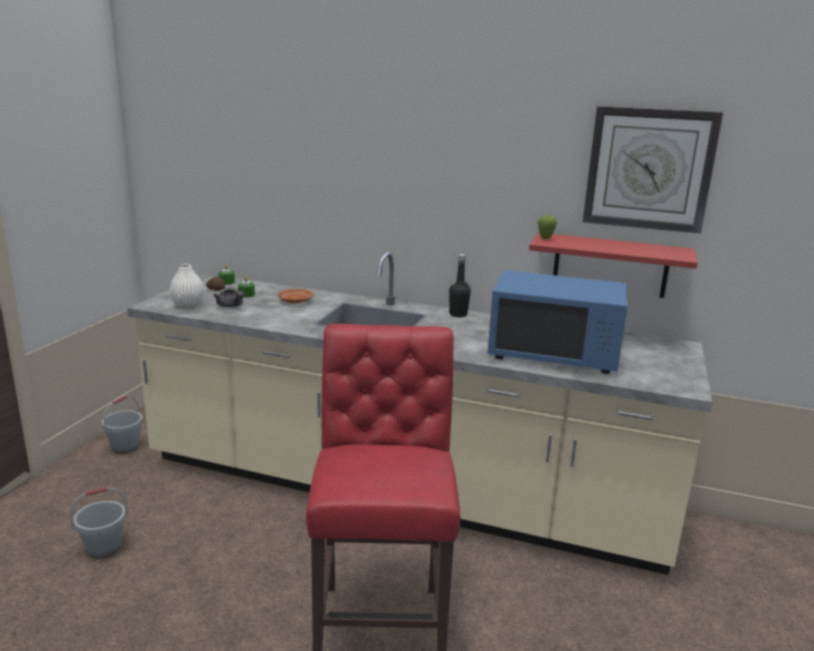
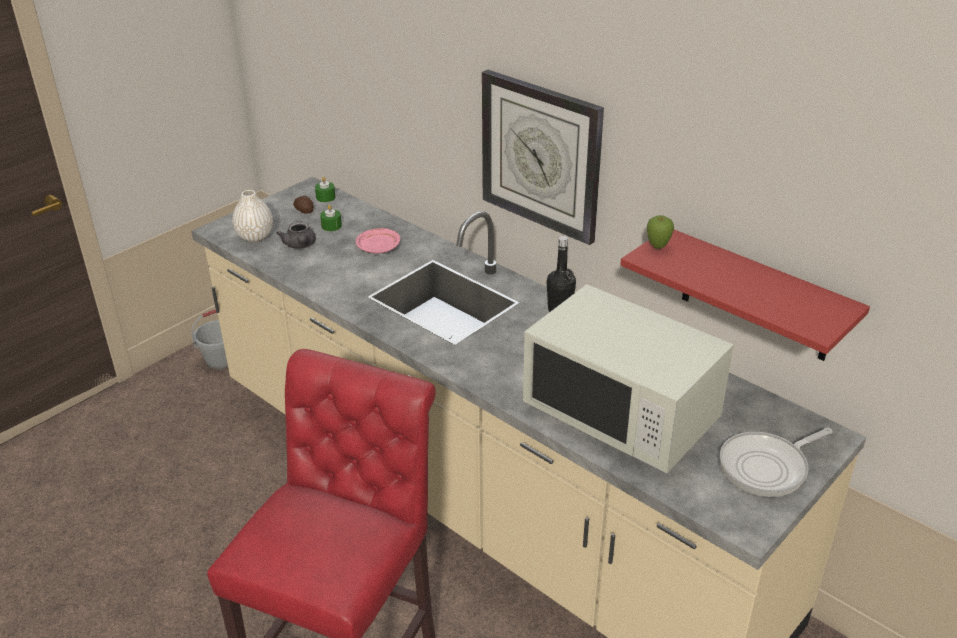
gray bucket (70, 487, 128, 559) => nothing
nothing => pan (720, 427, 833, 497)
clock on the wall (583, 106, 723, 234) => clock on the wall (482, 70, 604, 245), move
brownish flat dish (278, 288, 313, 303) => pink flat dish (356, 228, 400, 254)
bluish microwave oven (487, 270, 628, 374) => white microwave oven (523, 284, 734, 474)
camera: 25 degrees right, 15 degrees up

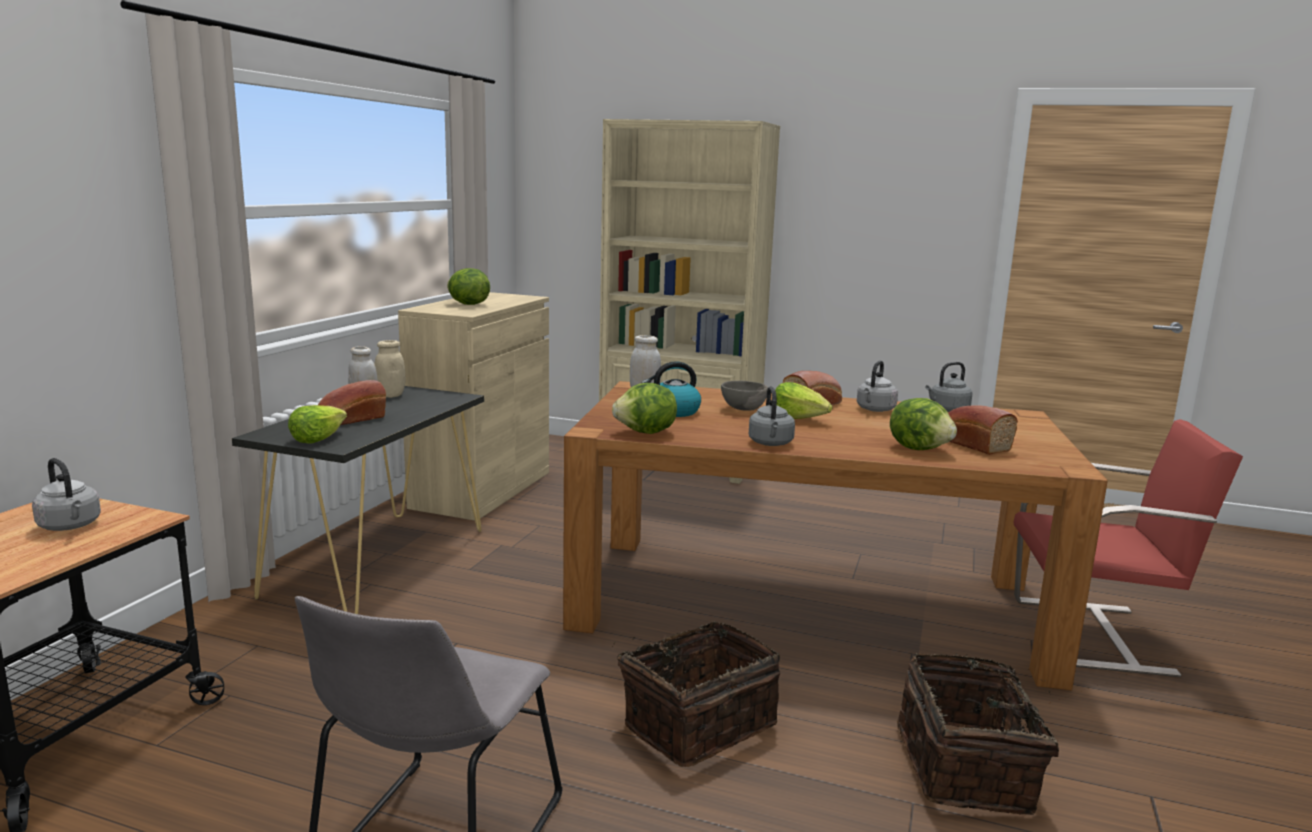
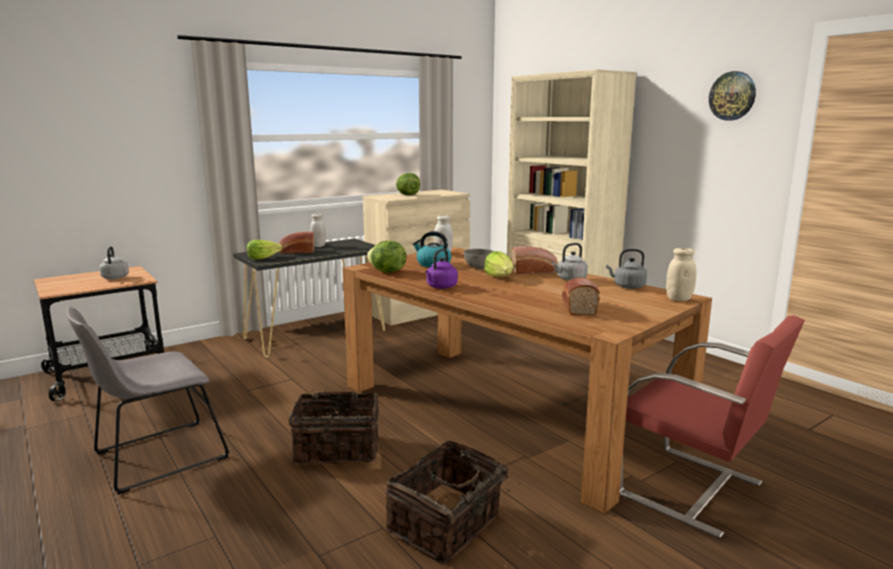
lettuce (890, 398, 957, 450) => nothing
nothing => clock on the wall (709, 71, 756, 121)
beige-coloured jar (375, 340, 405, 398) => beige-coloured jar (666, 248, 696, 301), move
gray water kettle (749, 386, 795, 446) => purple water kettle (425, 248, 458, 289)
camera: 35 degrees right, 0 degrees up

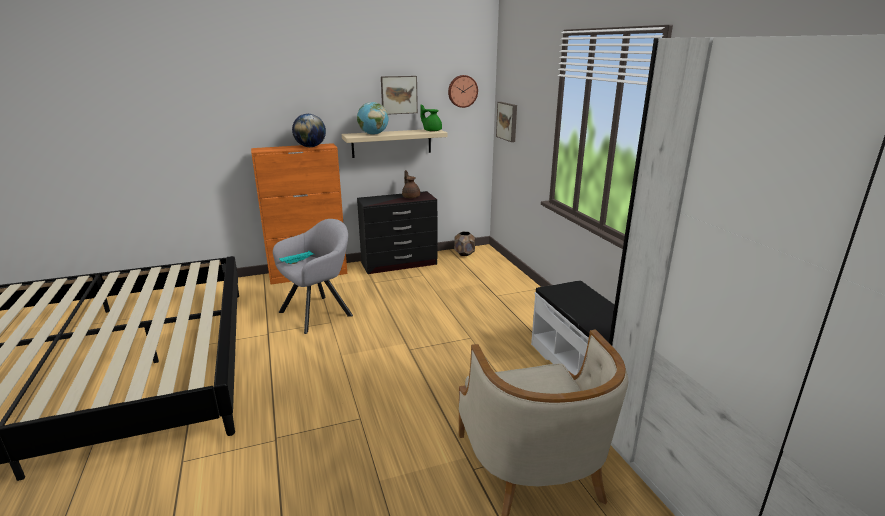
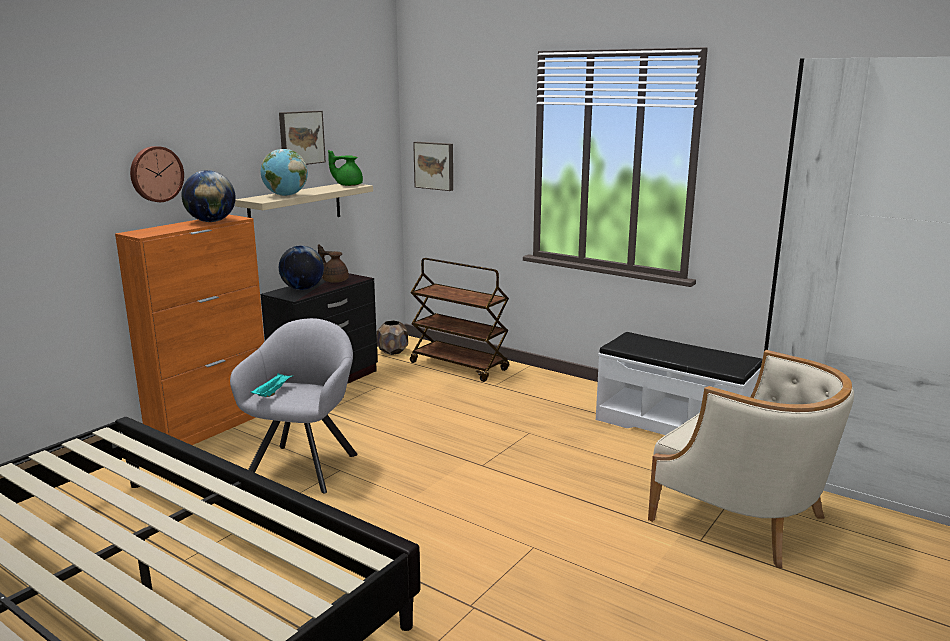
nothing => world globe (279, 245, 324, 290)
nothing => brownish cart (410, 258, 509, 382)
clock on the wall (448, 75, 478, 108) => clock on the wall (130, 146, 184, 202), move
camera: 35 degrees left, 5 degrees down

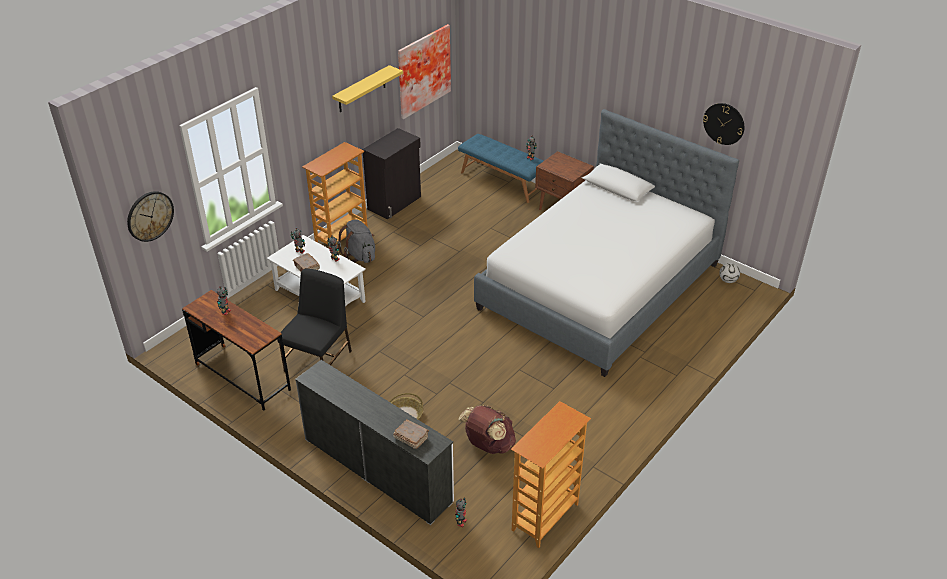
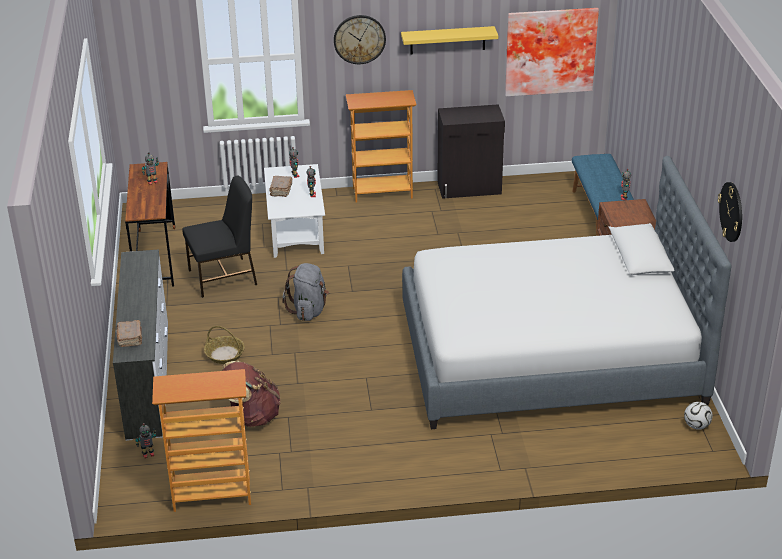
clock on the wall (127, 191, 174, 242) => clock on the wall (334, 15, 386, 64), move
gray backpack (337, 220, 375, 263) => gray backpack (282, 263, 329, 321), move
camera: 45 degrees right, 5 degrees down

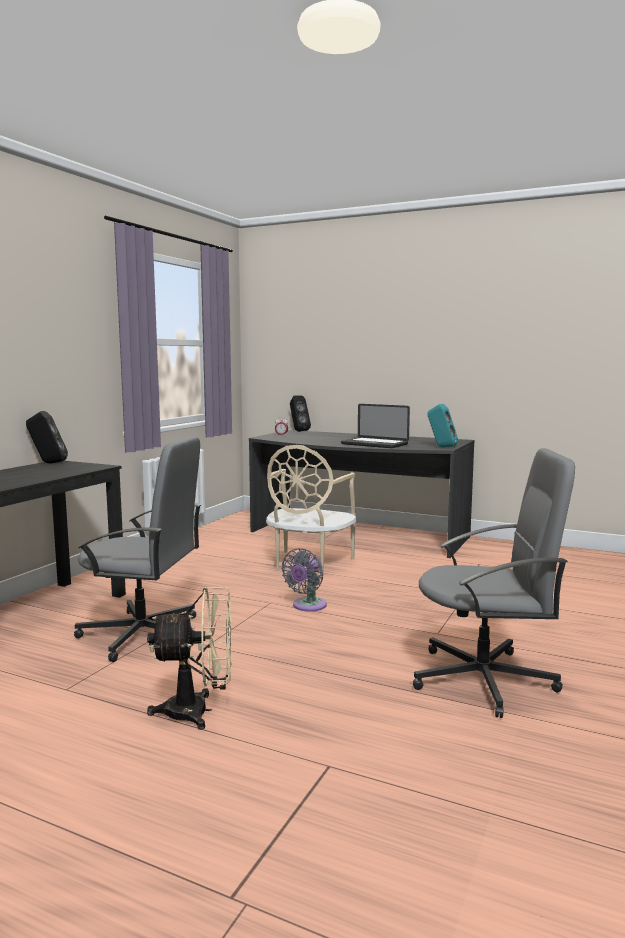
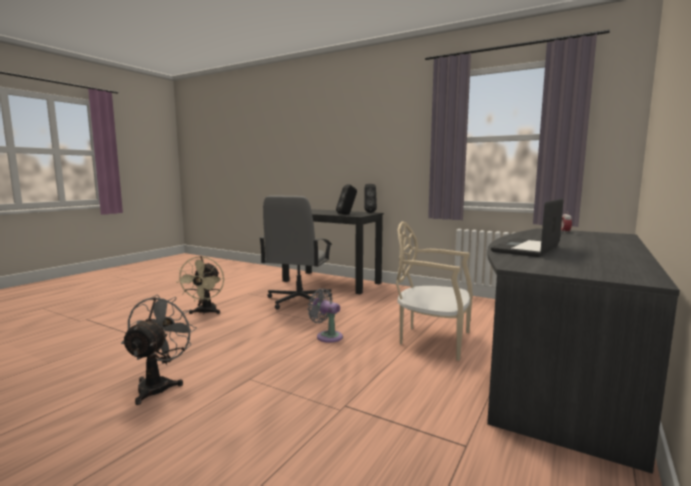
blue-green speaker (428, 404, 458, 447) => nothing
black-coloured speaker (290, 395, 311, 432) => black-coloured speaker (336, 184, 357, 215), move
gray computer chair (413, 448, 575, 718) => gray electric fan (121, 295, 197, 405)
camera: 95 degrees right, 0 degrees up

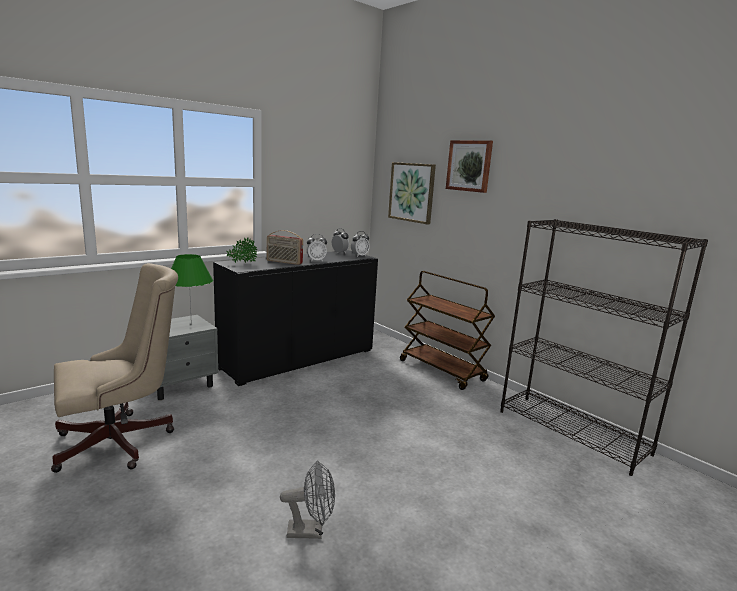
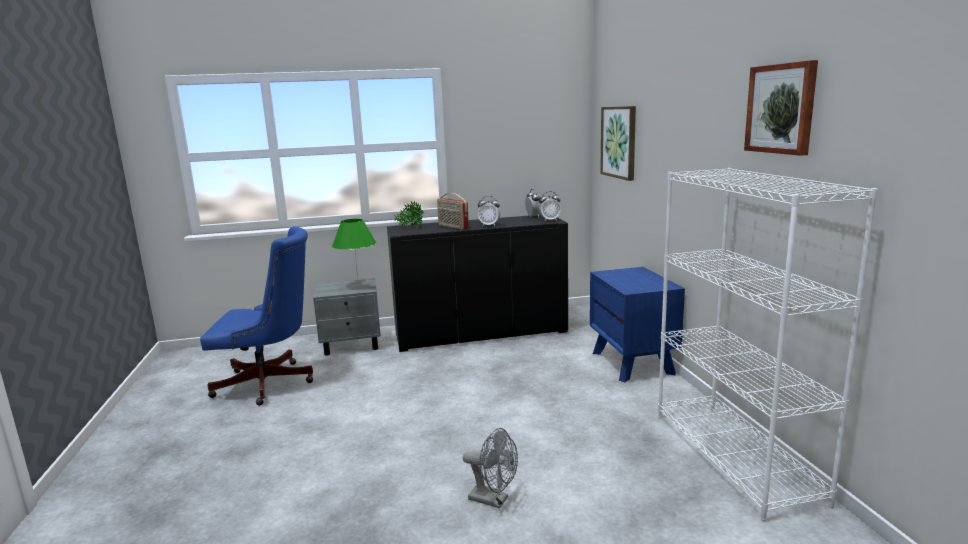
gray electric fan (280, 460, 335, 539) => gray electric fan (463, 428, 518, 508), move
wall art (446, 140, 493, 193) => wall art (744, 60, 818, 156), move
brownish cart (400, 271, 495, 390) => bluish night table (590, 267, 685, 382)
beige-coloured computer chair (51, 263, 178, 473) => bluish computer chair (200, 226, 313, 405)
black-coloured shelving unit (500, 219, 708, 476) => white shelving unit (658, 168, 878, 522)
camera: 30 degrees right, 0 degrees up

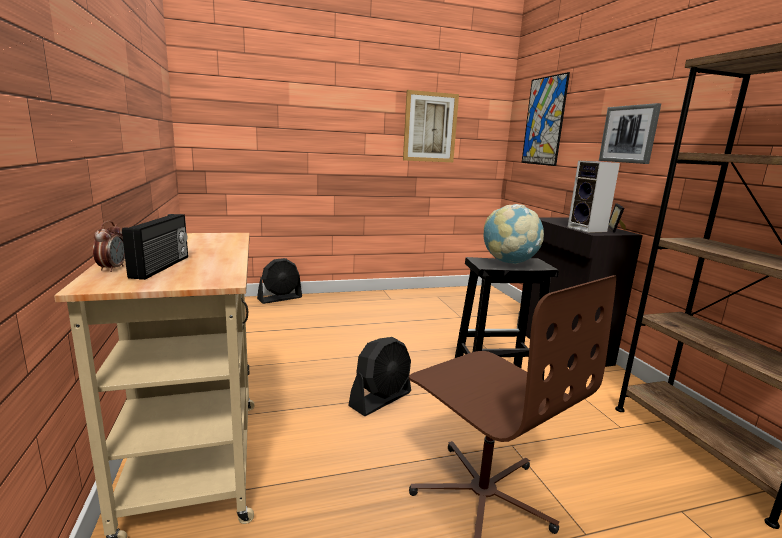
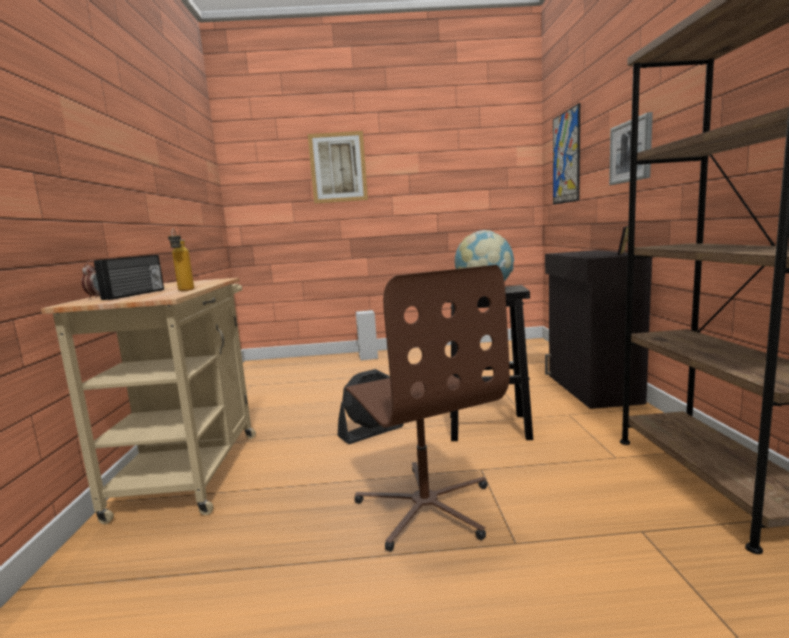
black-coloured electric fan (257, 258, 302, 304) => nothing
nothing => beverage bottle (168, 228, 194, 291)
wall art (403, 90, 459, 162) => wall art (308, 131, 368, 203), move
speaker (568, 161, 620, 233) => speaker (356, 310, 378, 361), move
camera: 15 degrees right, 5 degrees down

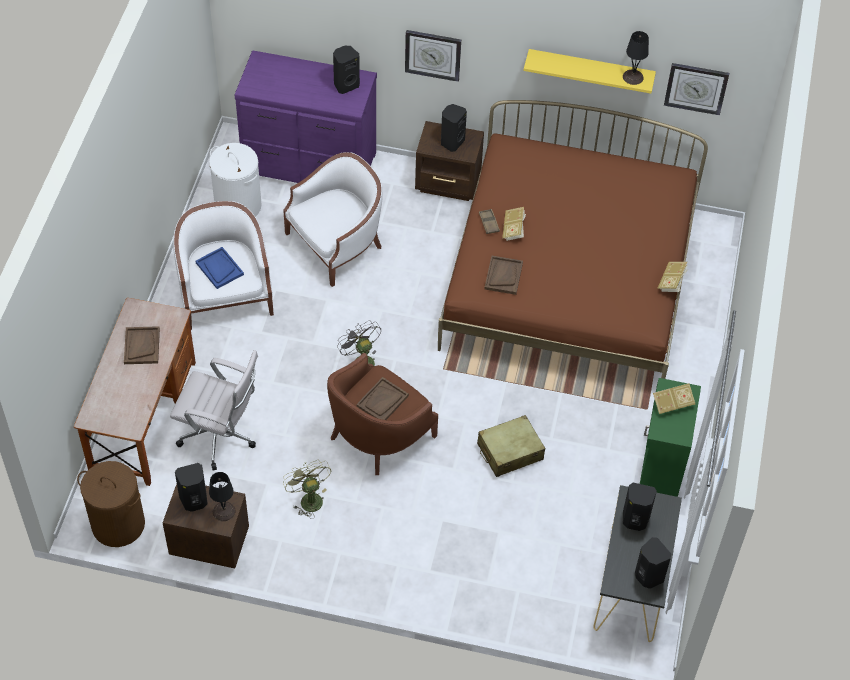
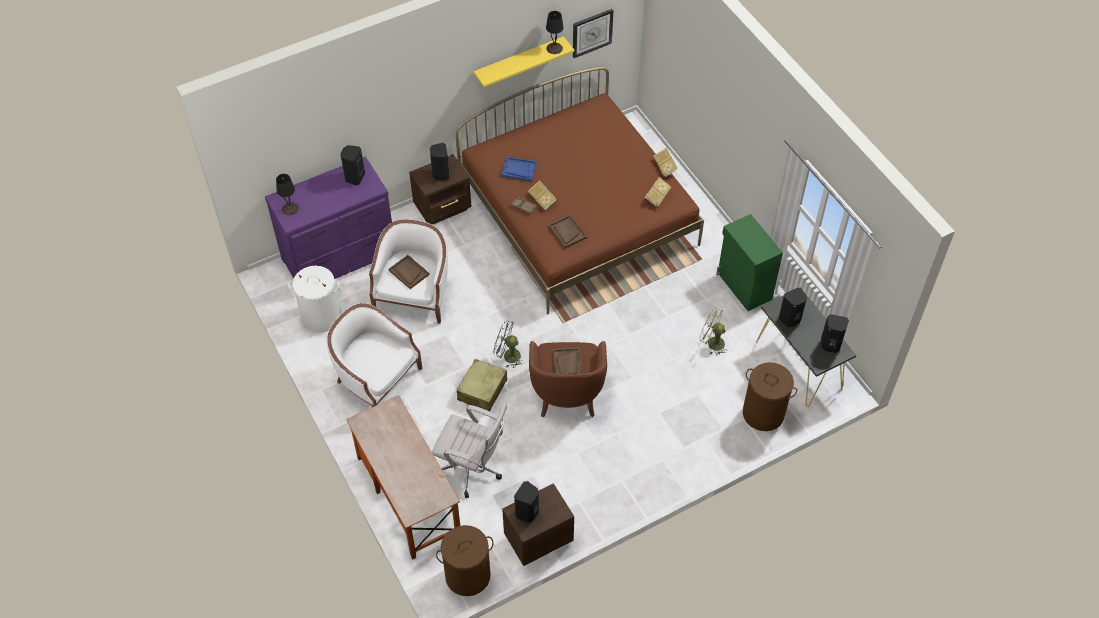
clock on the wall (405, 30, 461, 82) => nothing
nothing => brownish hamper (743, 362, 797, 431)
brownish carrying tray (124, 326, 160, 364) => brownish carrying tray (389, 255, 430, 289), move
bluish carrying tray (196, 247, 244, 289) => bluish carrying tray (501, 156, 537, 182), move
black-coloured tabletop lamp (209, 472, 236, 521) => black-coloured tabletop lamp (276, 174, 299, 215), move
green-coloured electric fan (283, 459, 331, 519) => green-coloured electric fan (700, 308, 728, 356), move
beige-coloured travel case (477, 415, 545, 477) => beige-coloured travel case (457, 359, 507, 411), move
volume (653, 383, 695, 414) => volume (645, 177, 671, 207), move
white computer chair (170, 350, 258, 471) => white computer chair (432, 403, 507, 498), 45 degrees clockwise
camera: 40 degrees left, 0 degrees up

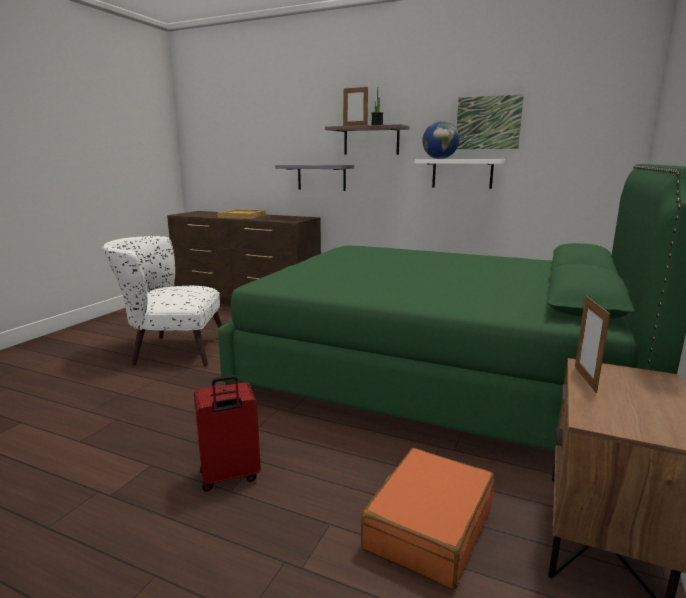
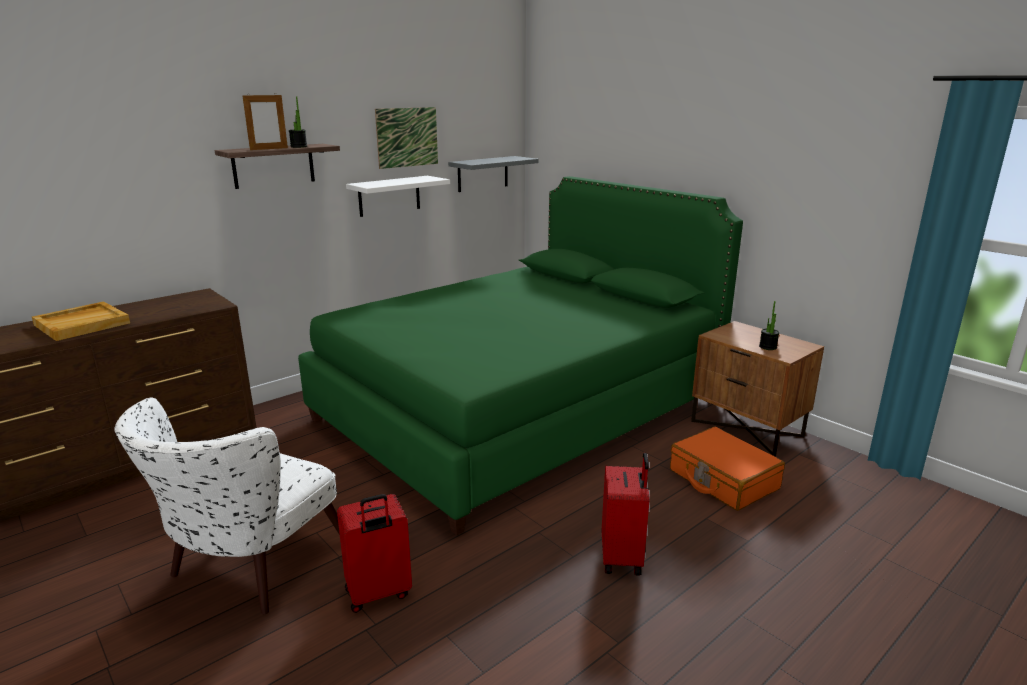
world globe (422, 121, 460, 159) => nothing
standing frame (575, 295, 610, 393) => nothing
nothing => red travel case (337, 494, 412, 613)
nothing => plant in a pot (759, 301, 779, 350)
gray bracket shelf (275, 165, 354, 191) => gray bracket shelf (448, 156, 539, 192), move
camera: 65 degrees left, 5 degrees up

